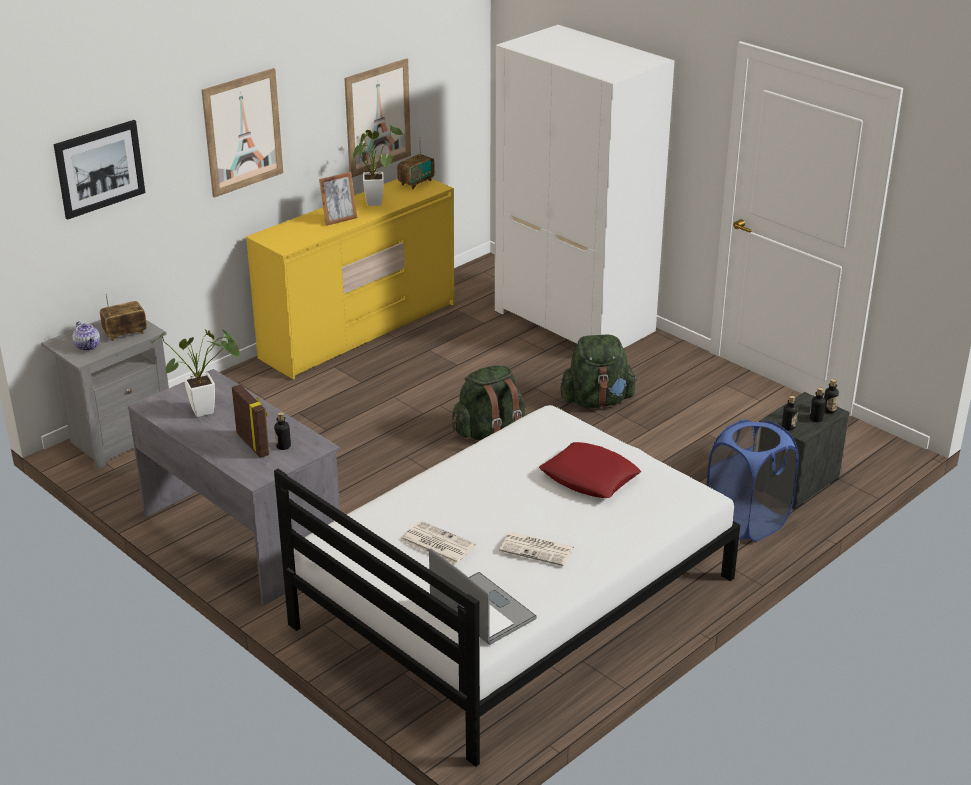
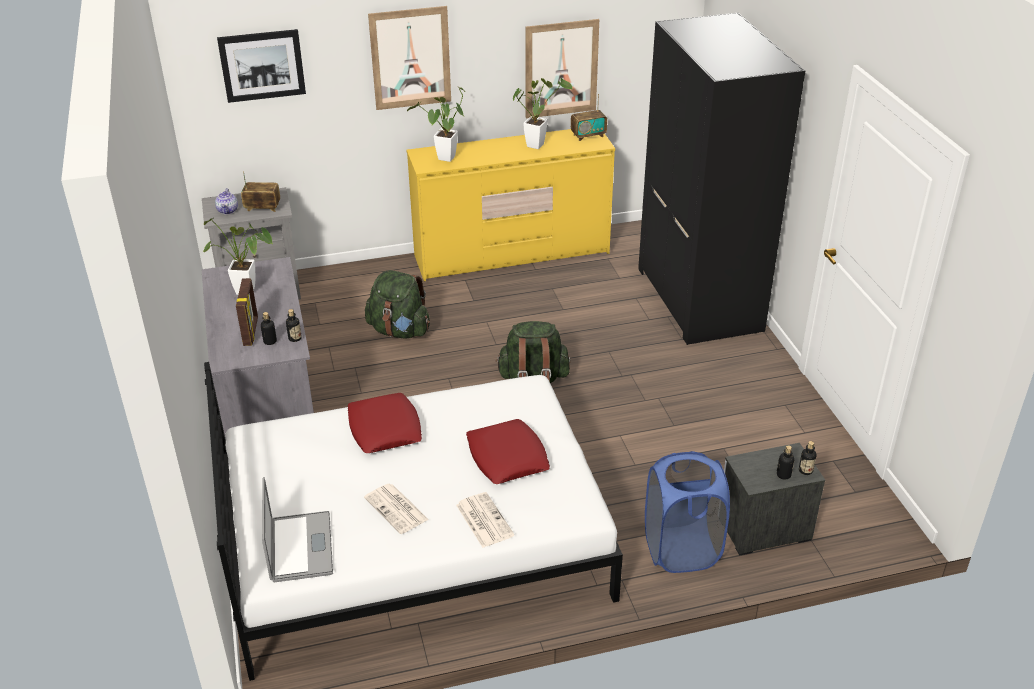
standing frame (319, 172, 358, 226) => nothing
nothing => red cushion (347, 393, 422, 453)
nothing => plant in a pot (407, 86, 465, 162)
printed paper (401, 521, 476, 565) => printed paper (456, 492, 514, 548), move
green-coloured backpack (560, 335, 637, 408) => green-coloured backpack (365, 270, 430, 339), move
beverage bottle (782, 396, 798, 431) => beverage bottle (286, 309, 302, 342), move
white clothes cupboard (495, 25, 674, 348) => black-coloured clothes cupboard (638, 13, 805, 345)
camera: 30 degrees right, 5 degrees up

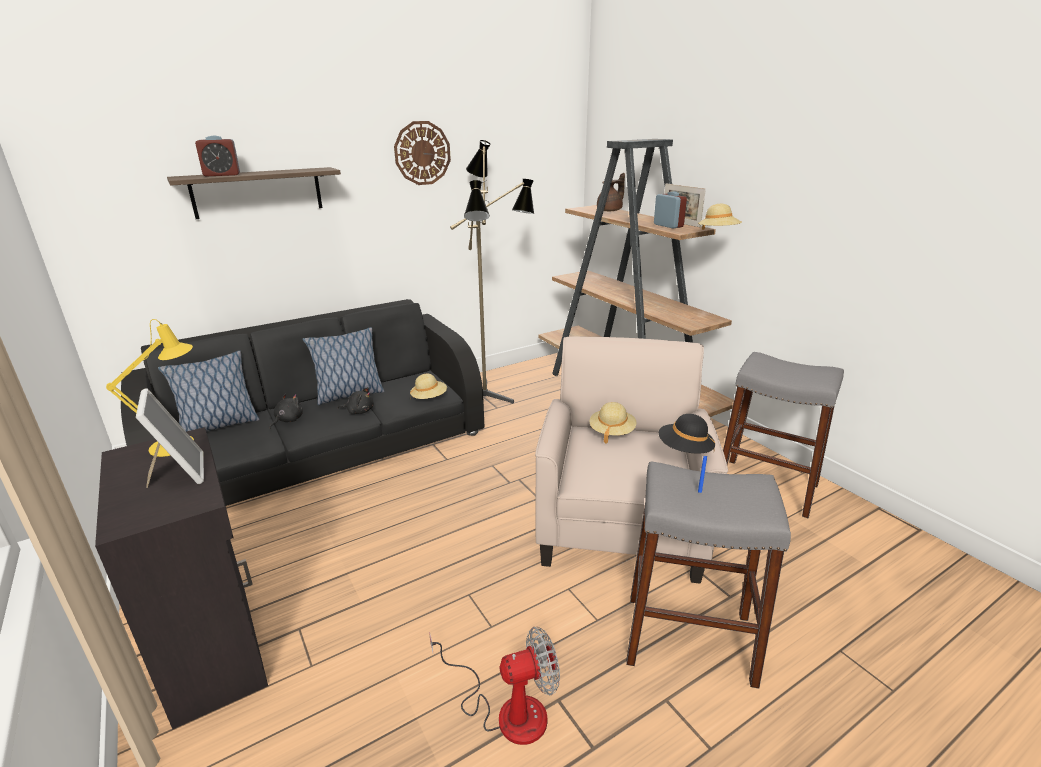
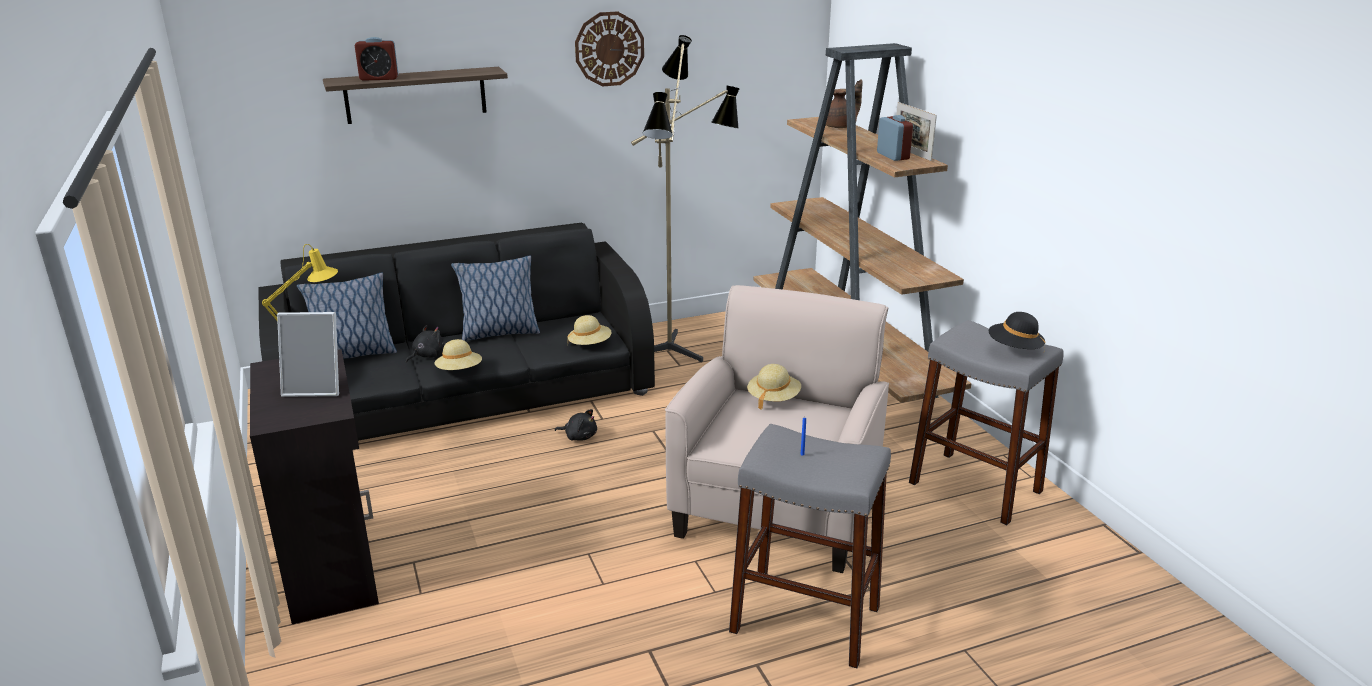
electric fan (429, 627, 560, 745) => nothing
black-coloured soft toy (338, 387, 374, 414) => black-coloured soft toy (555, 409, 597, 441), move
black-coloured hat (659, 414, 715, 454) => black-coloured hat (989, 312, 1046, 350), move
beige-coloured hat (698, 204, 742, 230) => beige-coloured hat (434, 339, 482, 370), move
standing frame (136, 388, 204, 488) => standing frame (277, 312, 339, 397), 105 degrees clockwise
camera: 10 degrees right, 0 degrees up

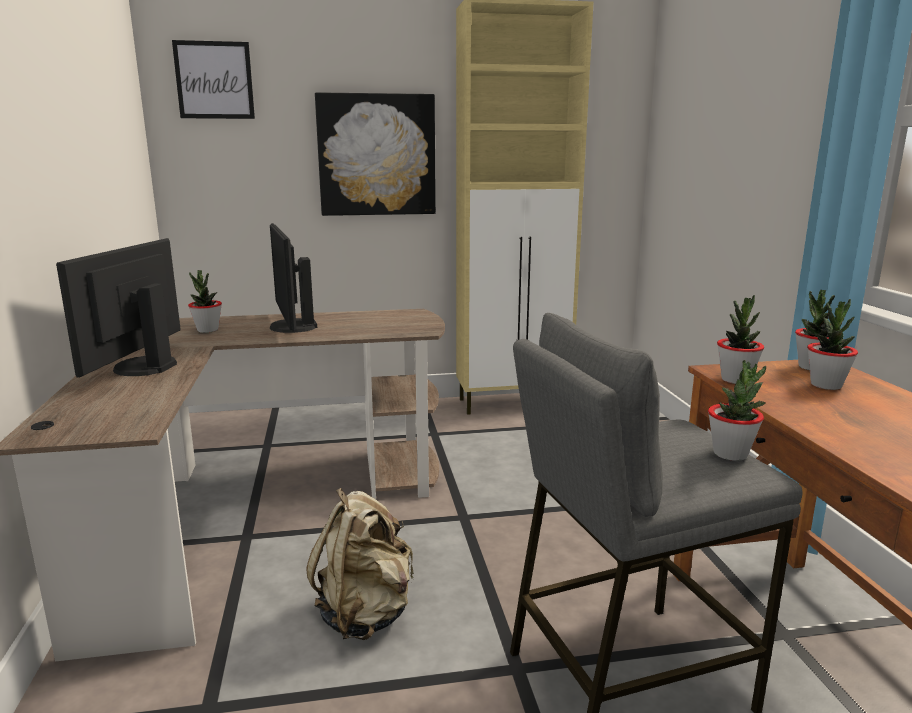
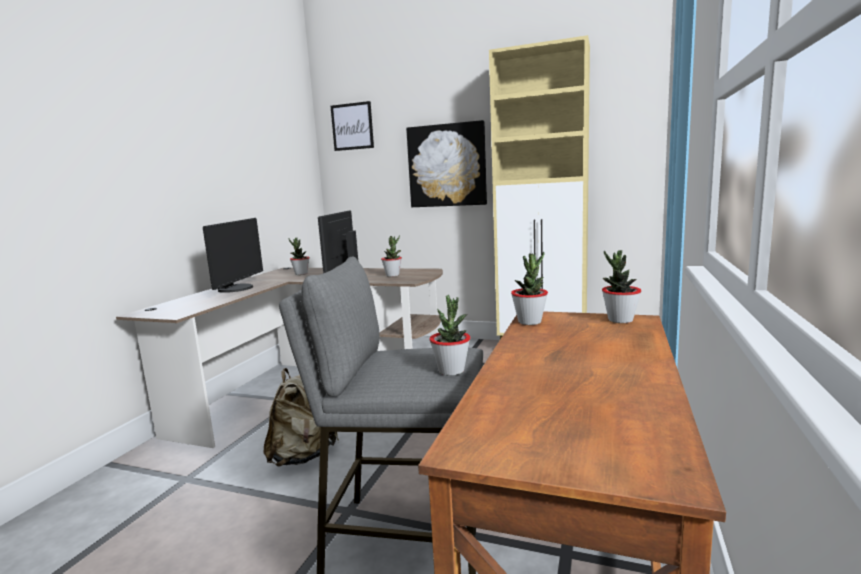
plant in a pot (807, 299, 858, 390) => plant in a pot (381, 235, 402, 277), move
monitor (56, 238, 181, 378) => monitor (203, 218, 263, 293), 150 degrees clockwise
camera: 30 degrees right, 5 degrees down

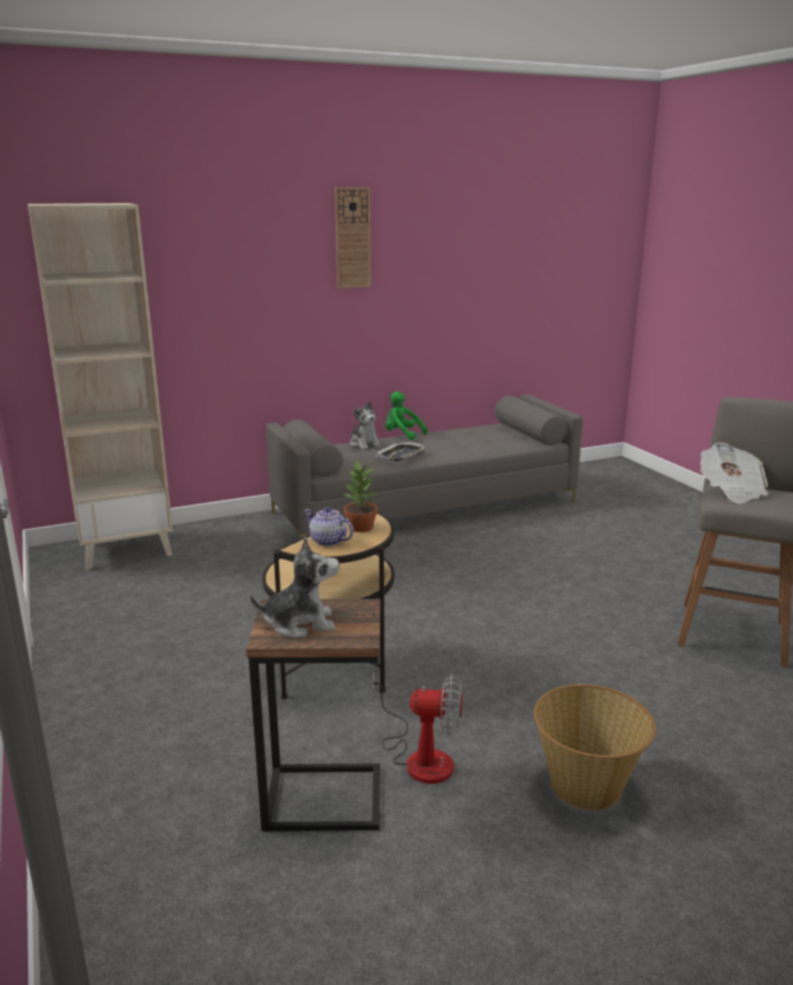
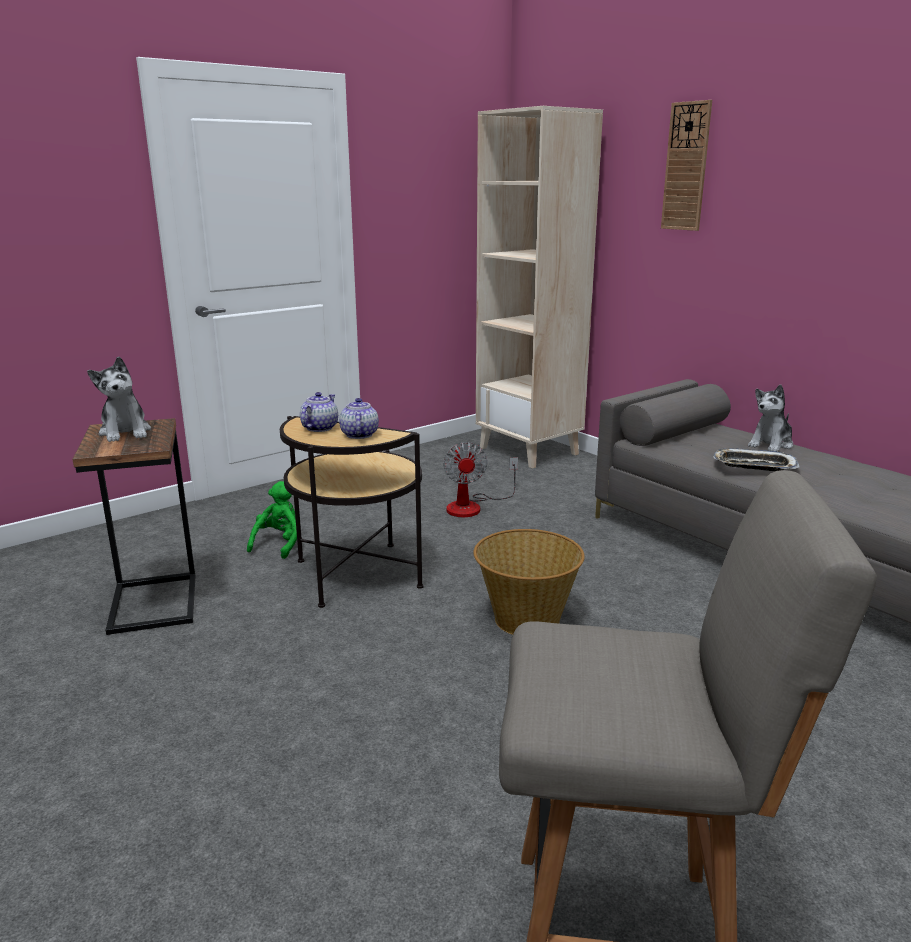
printed paper (700, 443, 768, 504) => nothing
clock on the wall (335, 187, 371, 288) => clock on the wall (661, 100, 712, 231), move
electric fan (372, 671, 463, 784) => electric fan (443, 442, 518, 517), move
green-coloured soft toy (385, 391, 428, 440) => green-coloured soft toy (247, 481, 297, 559), move
basket (534, 684, 656, 810) => basket (473, 529, 585, 635), move
plant in a pot (342, 461, 378, 532) => pot for tea (339, 398, 379, 439)
camera: 75 degrees right, 0 degrees up

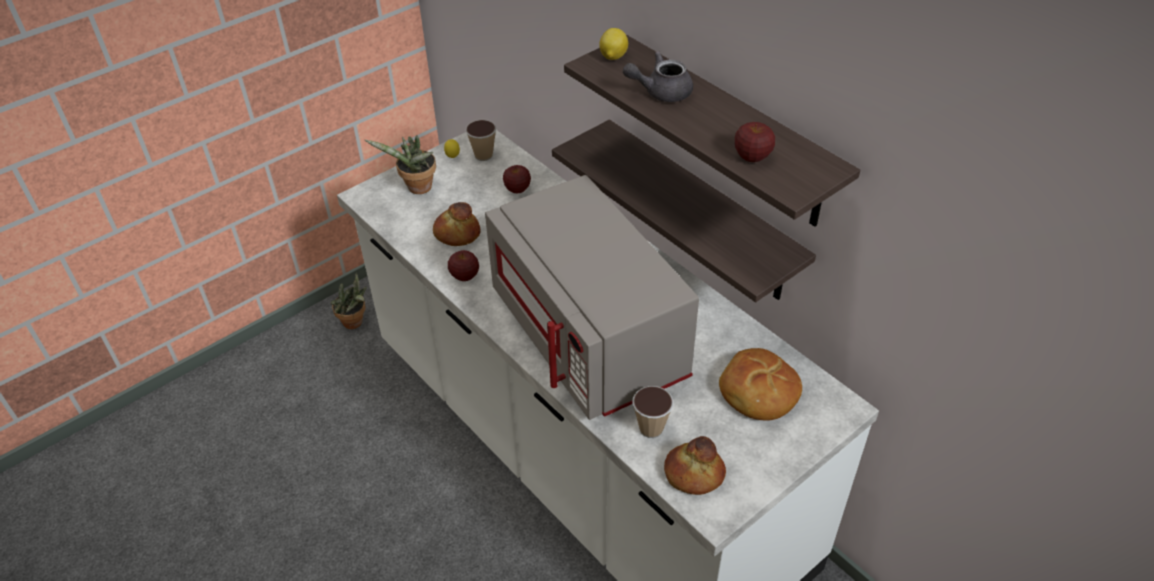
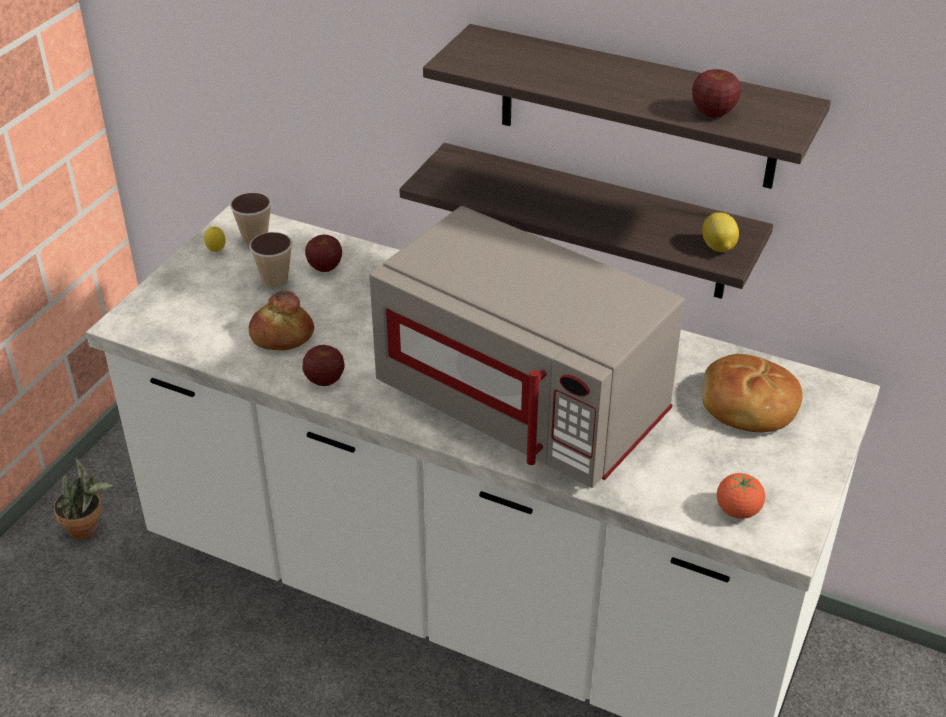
plant in a pot (365, 135, 436, 194) => nothing
gray pot for tea (623, 51, 693, 102) => nothing
citrus fruit (599, 28, 628, 60) => citrus fruit (702, 213, 739, 252), move
small cup (632, 386, 673, 438) => small cup (249, 232, 293, 289), move
bread (664, 436, 726, 495) => tomato (717, 473, 765, 519)
camera: 25 degrees left, 5 degrees down

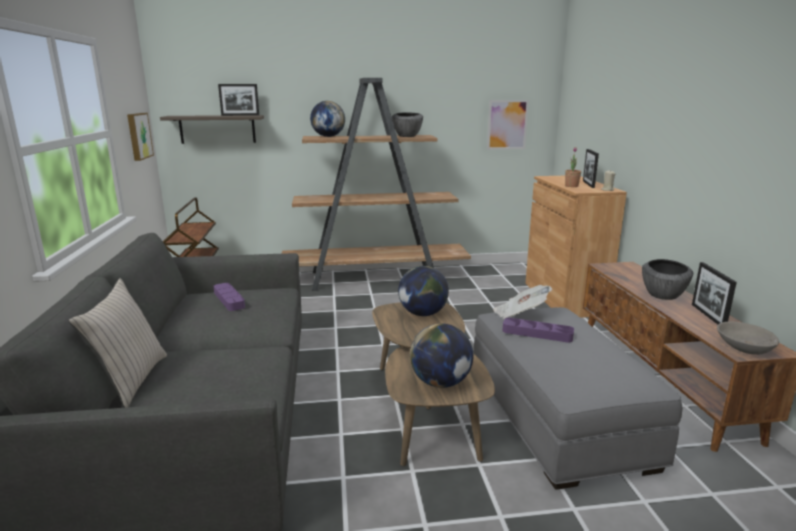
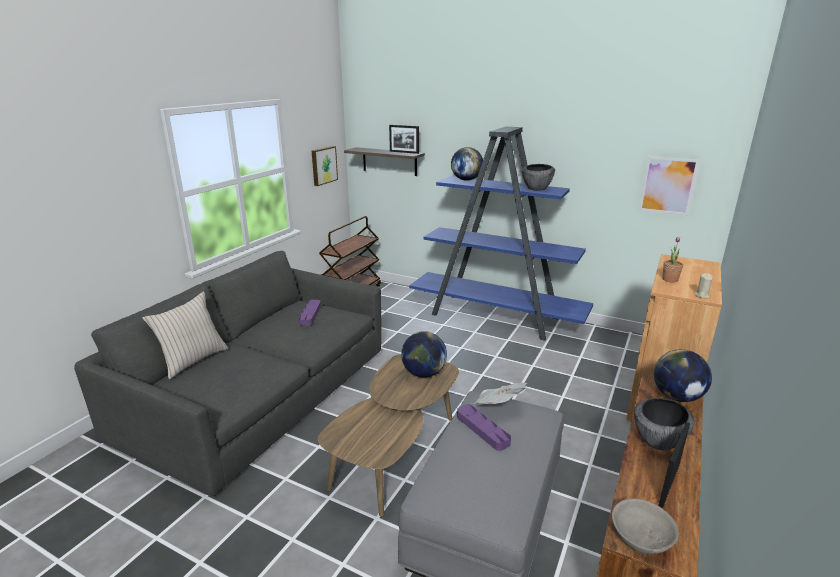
standing frame (583, 149, 599, 188) => nothing
world globe (410, 323, 473, 388) => world globe (654, 349, 712, 402), move
brownish shelving unit (281, 78, 471, 291) => bluish shelving unit (409, 127, 593, 341)
camera: 35 degrees right, 5 degrees up

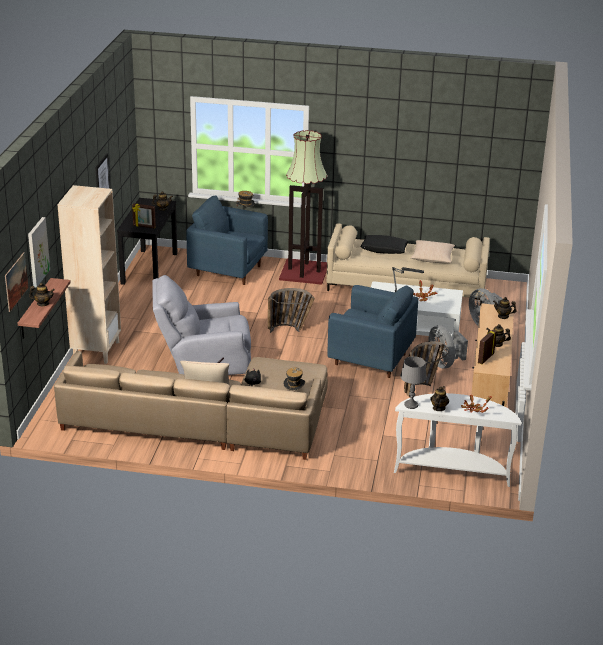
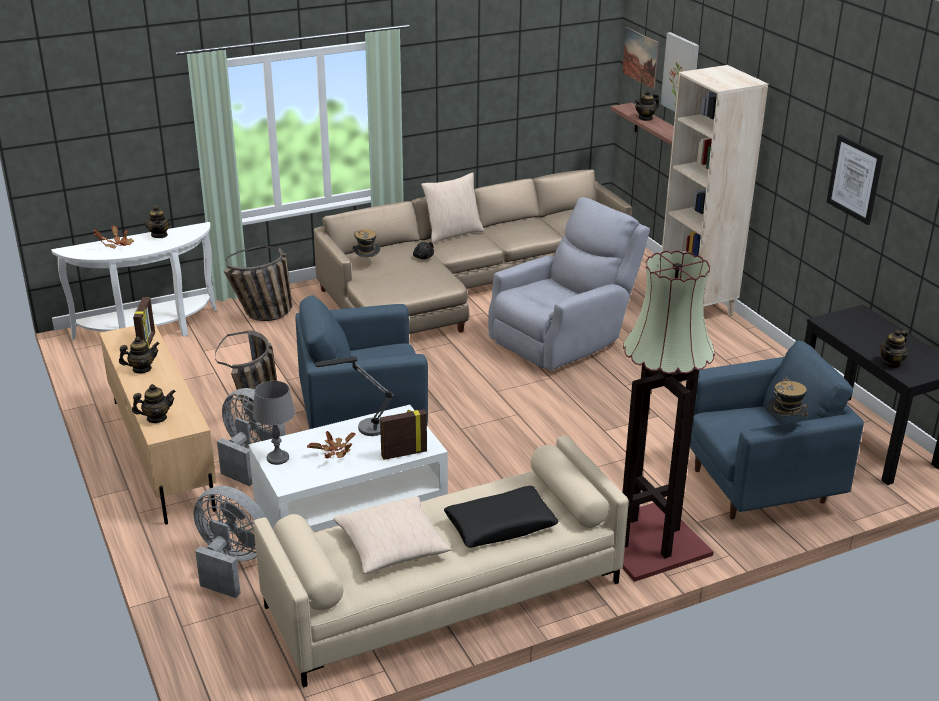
standing frame (132, 203, 156, 228) => standing frame (380, 409, 427, 460), move
basket (268, 288, 315, 333) => basket (224, 245, 292, 321), move
gray tabletop lamp (400, 356, 427, 409) => gray tabletop lamp (253, 381, 295, 465), move
camera: 145 degrees right, 0 degrees up

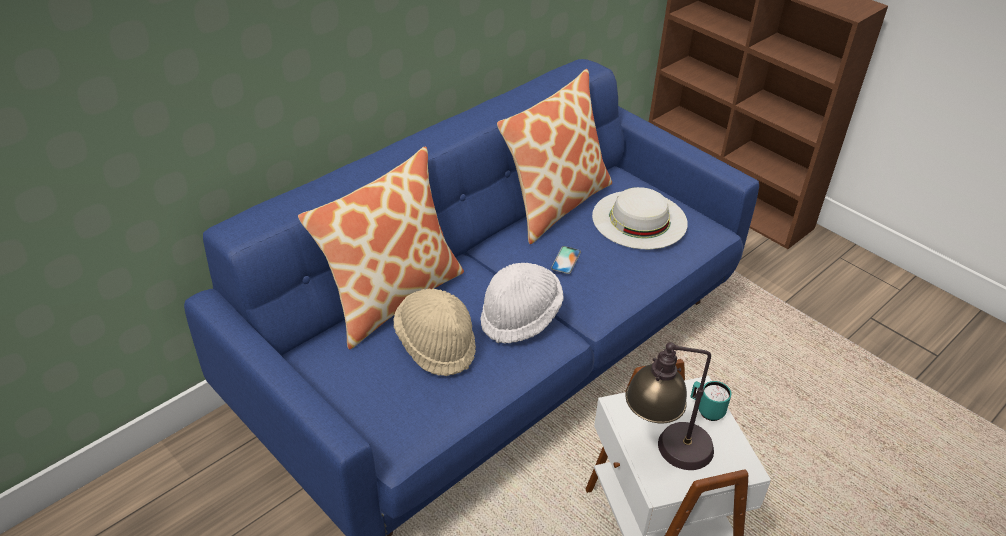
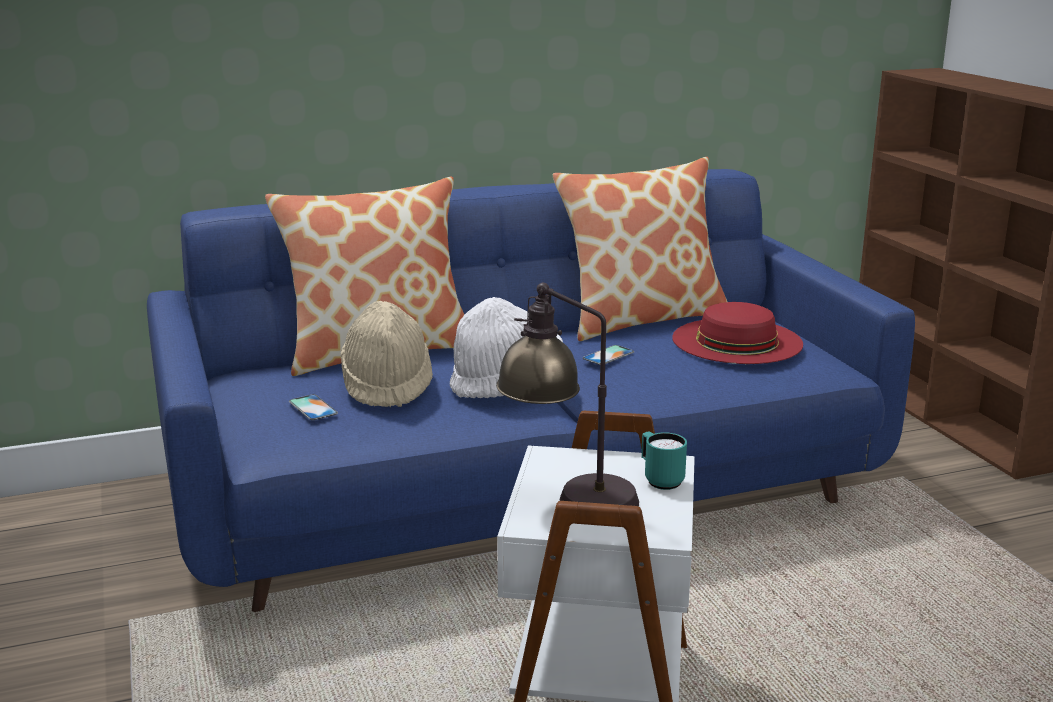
nothing => phone (289, 394, 338, 420)
white hat (592, 187, 688, 249) => red hat (672, 302, 803, 364)
camera: 25 degrees right, 20 degrees down

